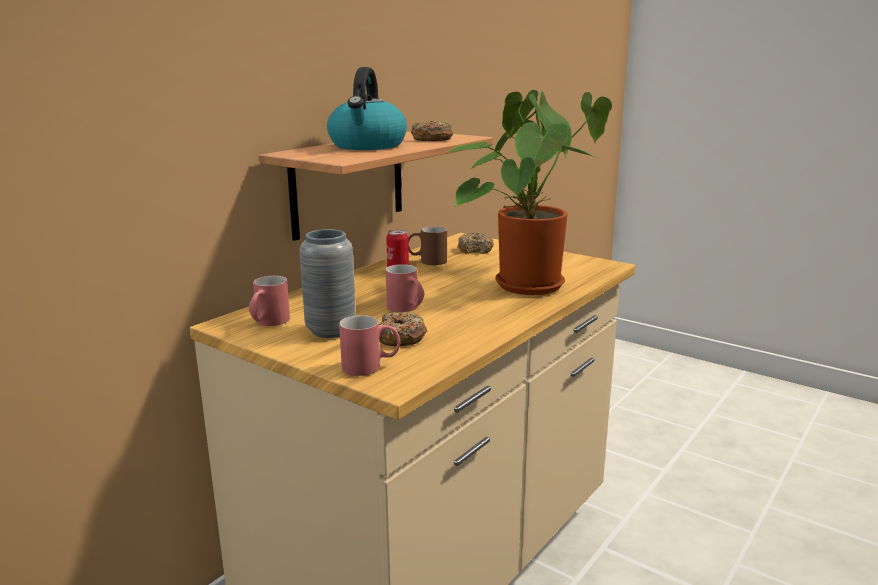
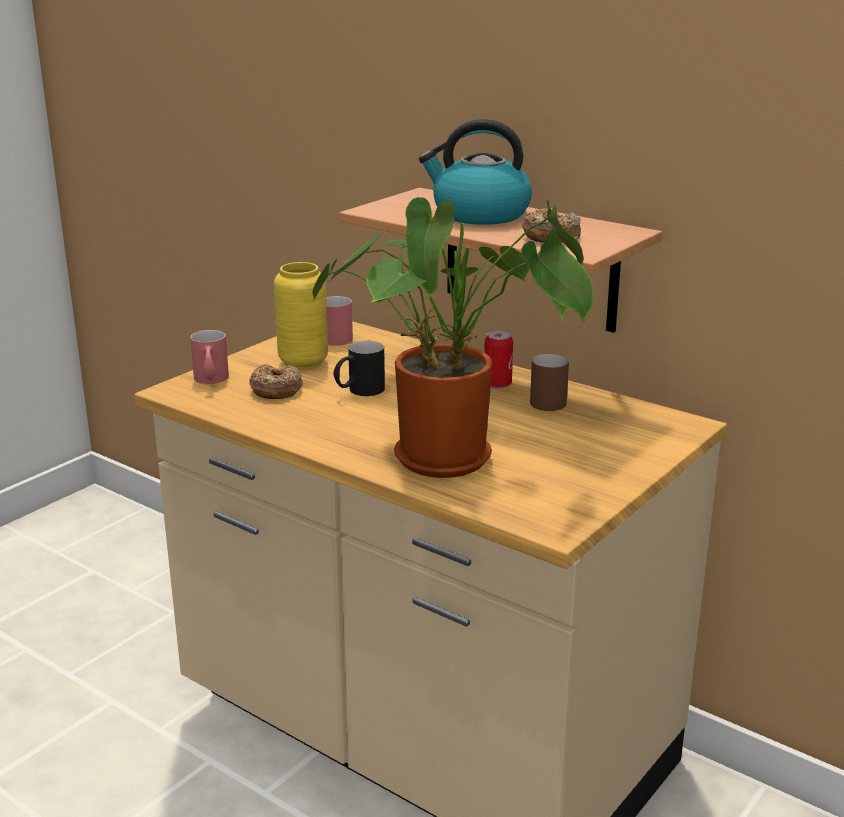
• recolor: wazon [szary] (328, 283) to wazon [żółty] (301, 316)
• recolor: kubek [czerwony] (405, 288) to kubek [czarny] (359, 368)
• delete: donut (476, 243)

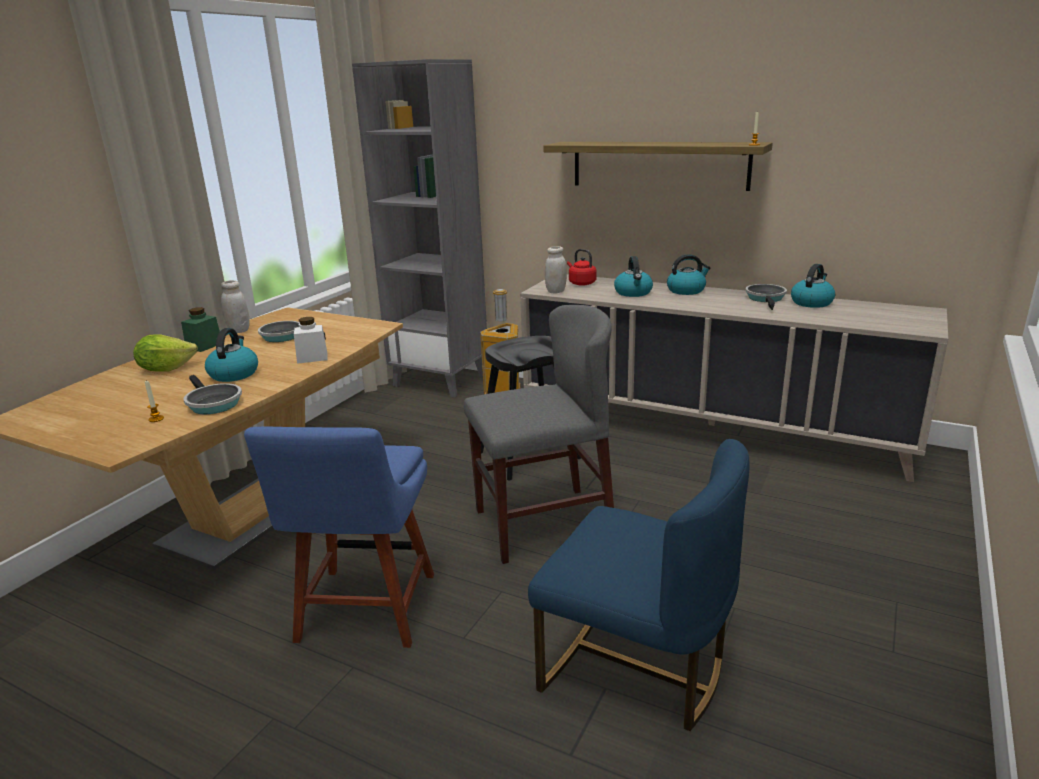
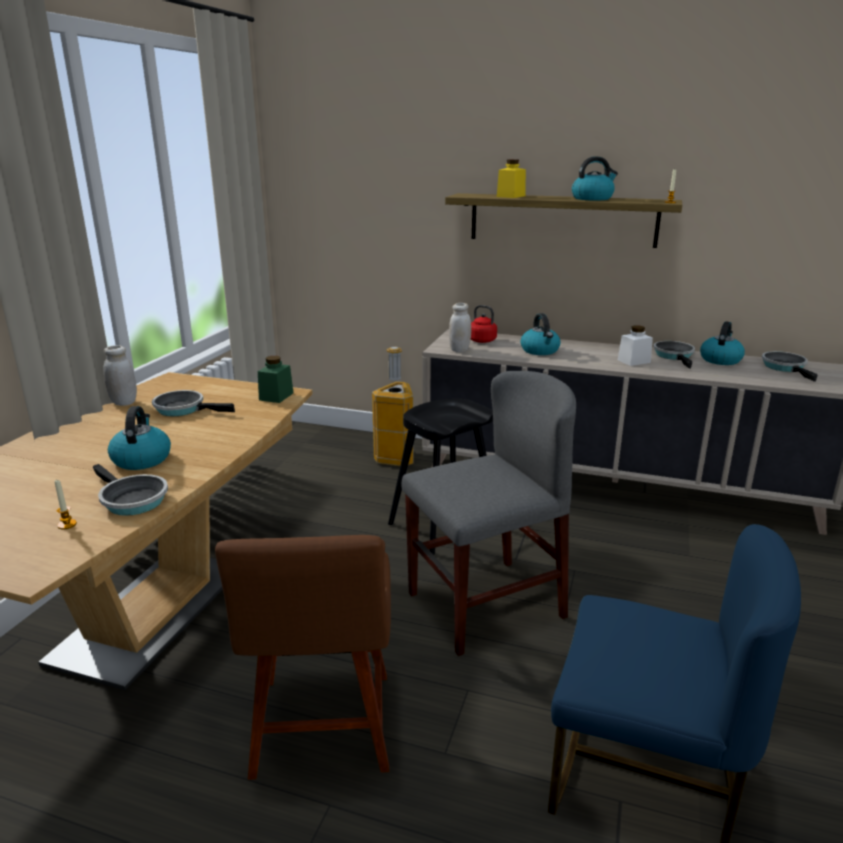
• delete: sałata (165, 353)
• move: słoik [zielony] (200, 329) to (276, 379)
• recolor: krzesło [niebieski] (339, 537) to krzesło [brązowy] (303, 657)
• move: słoik [biały] (310, 340) to (635, 345)
• delete: regał [szary] (419, 228)
• move: czajnik (688, 274) to (595, 178)
• insert: słoik [żółty] (511, 178)
• insert: patelnia (790, 366)

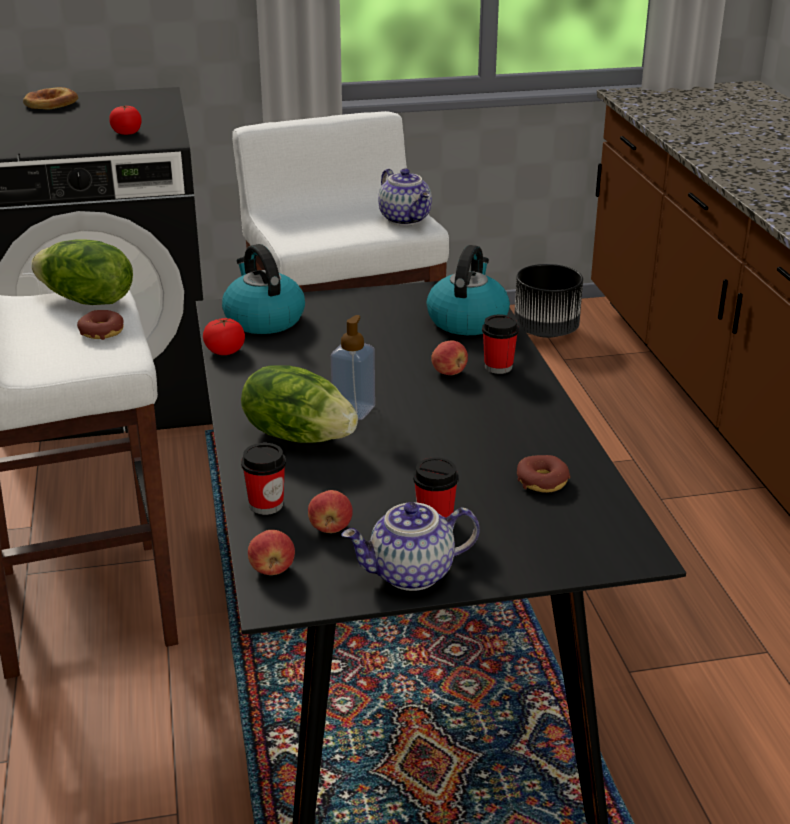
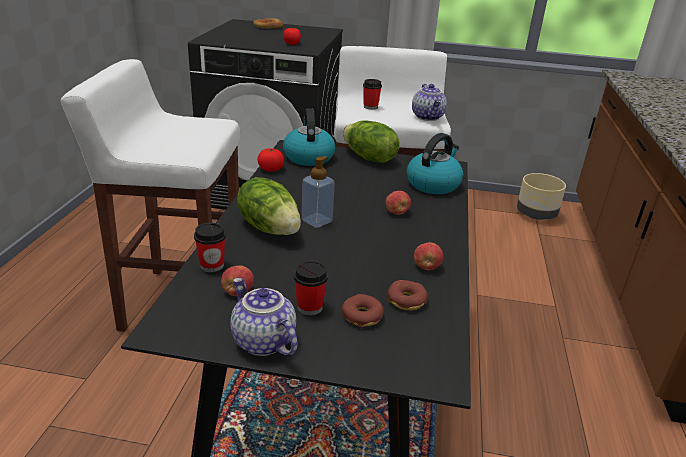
• move: sałata (82, 272) to (371, 141)
• move: donut (100, 325) to (362, 311)
• move: jabłko (271, 552) to (429, 256)
• rotate: imbryk (410, 546) = (263, 317) 45 degrees clockwise
• move: filiżanka (500, 344) to (372, 94)
• recolor: donica [czarny] (548, 301) to donica [beżowy] (541, 196)

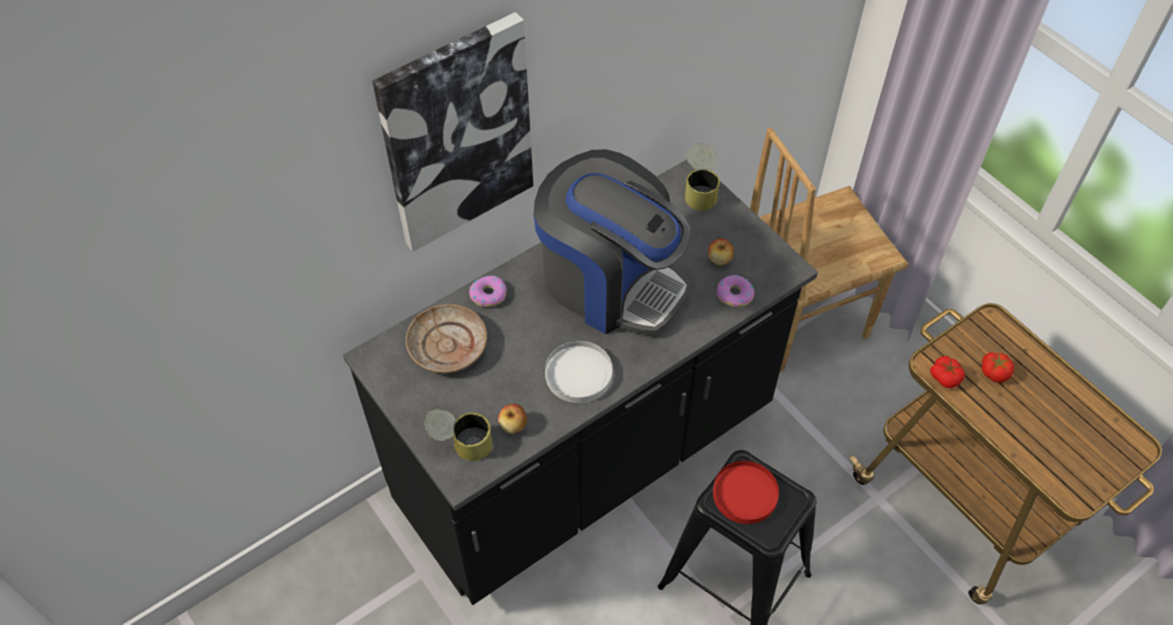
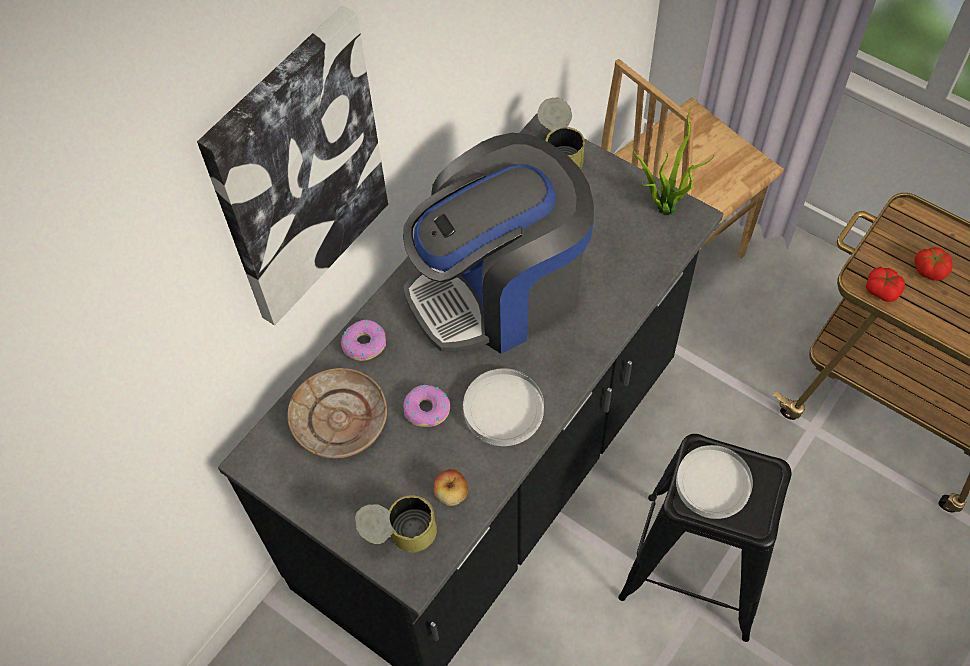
• rotate: ekspres do kawy (612, 242) = (498, 243) 135 degrees clockwise
• delete: jabłko (721, 251)
• recolor: talerz [czerwony] (746, 492) to talerz [biały] (714, 482)
• move: donut (735, 291) to (427, 406)
• insert: roślina doniczkowa (673, 155)

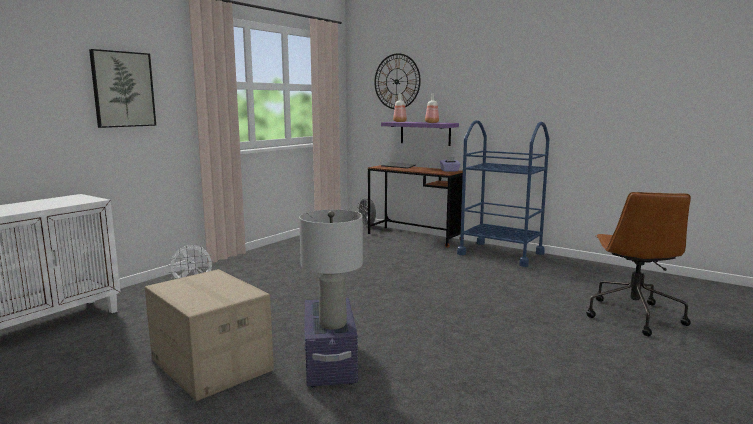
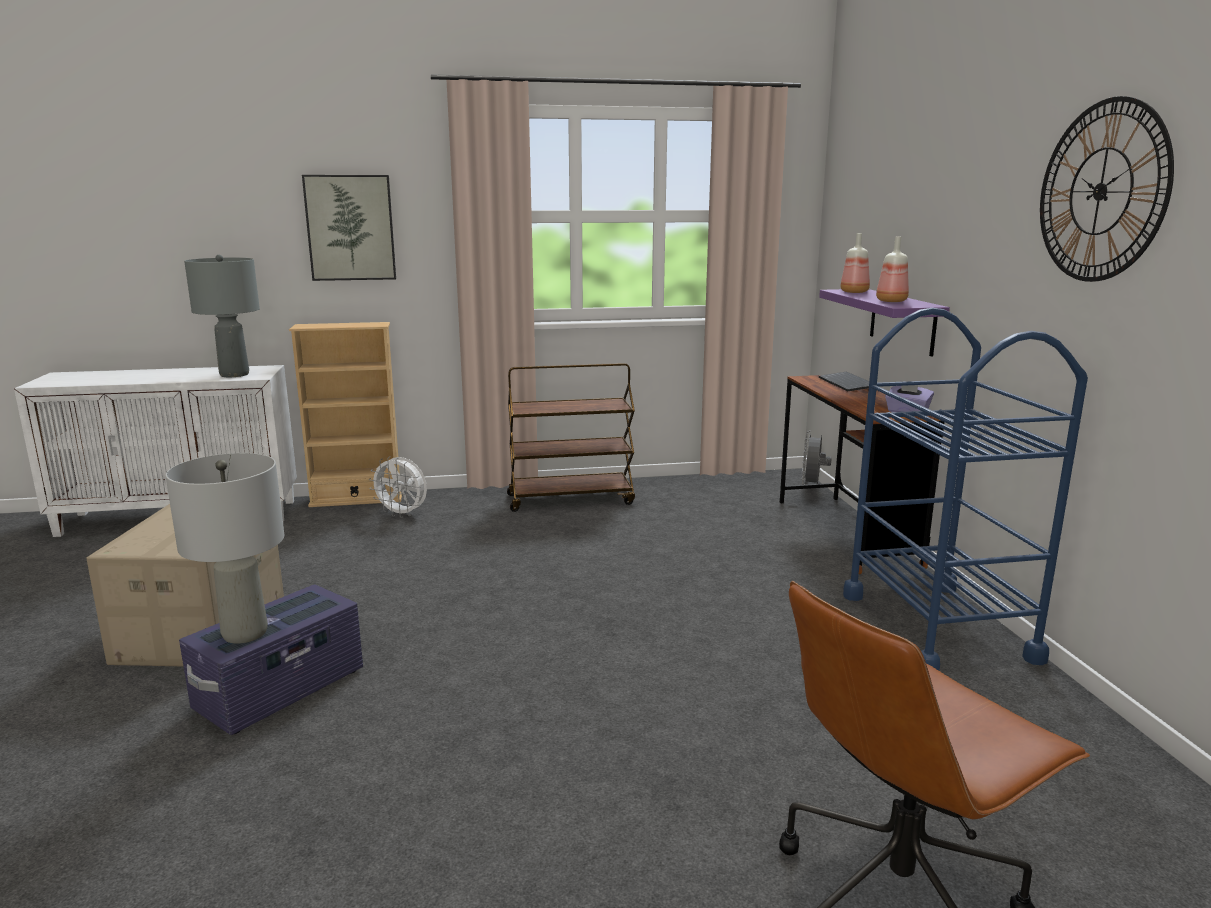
• move: zegar ścienny (397, 81) to (1107, 189)
• insert: lampa stołowa [szary] (222, 316)
• insert: regał [beżowy] (345, 414)
• insert: wózek [brązowy] (571, 437)

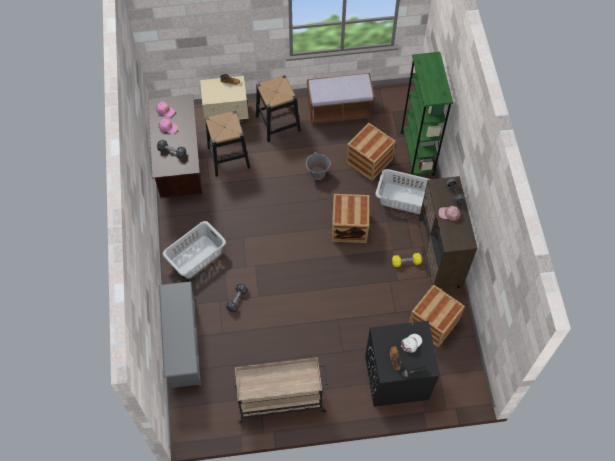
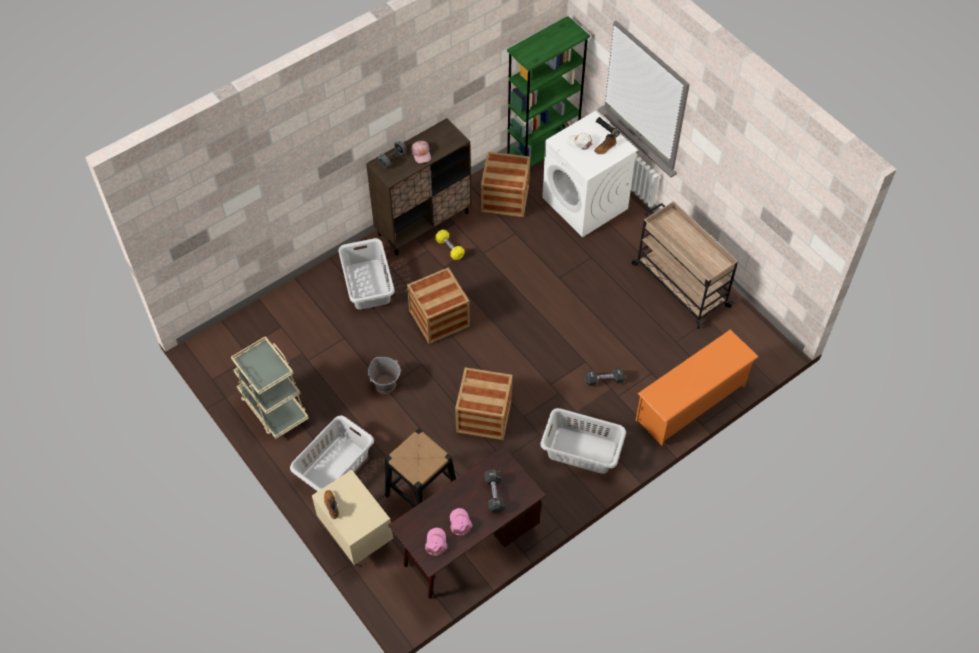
• recolor: regał na buty [szary] (180, 334) to regał na buty [pomarańczowy] (696, 387)
• replace: stołek [czarny] (278, 108) to kosz na pranie [szary] (332, 453)
• replace: ławka [brązowy] (341, 98) to wózek [beżowy] (270, 387)
• move: skrzynka (371, 152) to (484, 403)
• recolor: pralka [czarny] (402, 364) to pralka [biały] (590, 174)
• move: regał [zielony] (426, 114) to (548, 91)

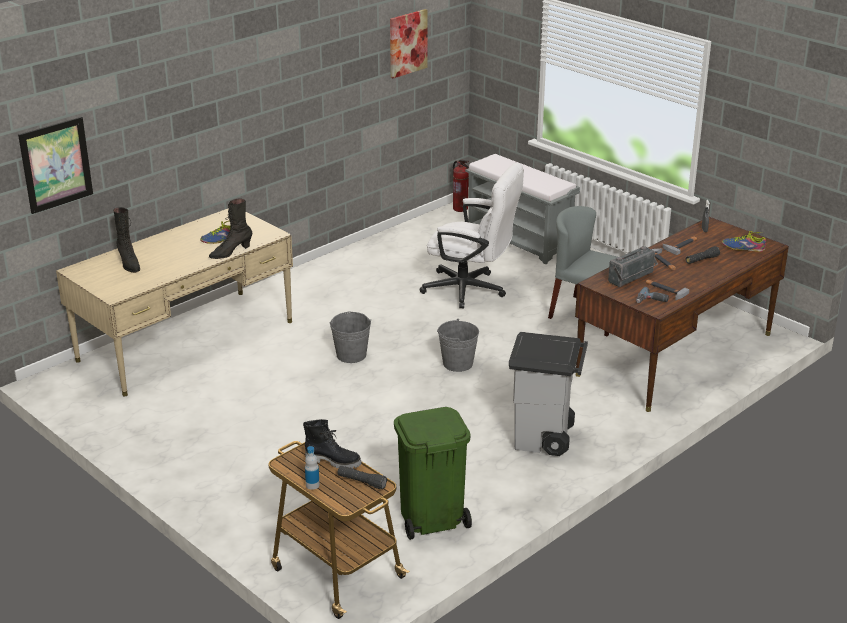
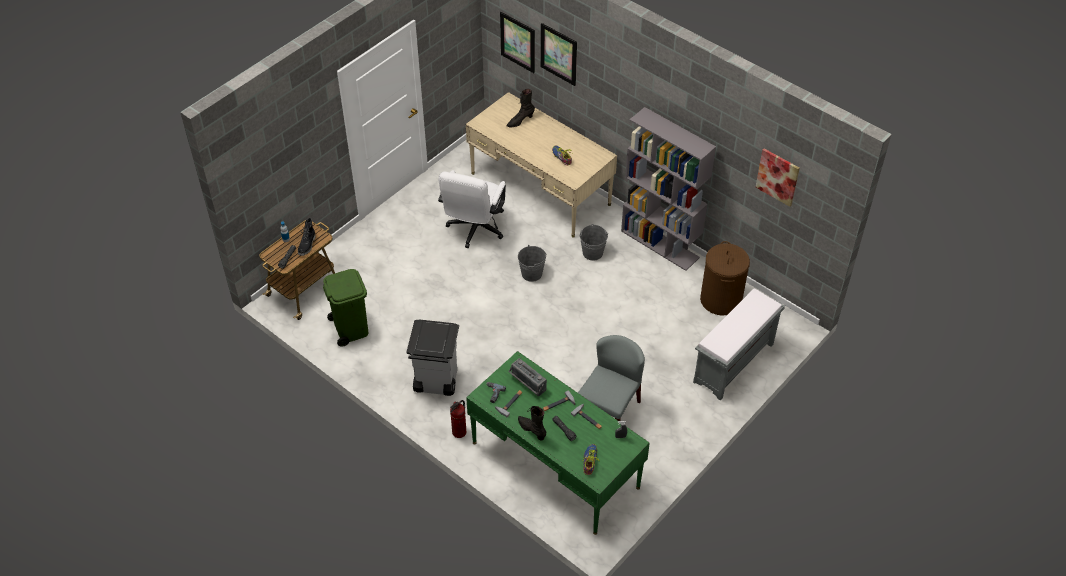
• move: but z cholewką [czarny] (230, 228) to (532, 423)
• move: krzesło biurowe [biały] (471, 236) to (472, 209)
• move: wiadro [szary] (458, 345) to (593, 242)
• move: gaśnica (461, 185) to (458, 419)
• recolor: biurko [brązowy] (682, 314) to biurko [zielony] (558, 443)
• insert: obraz (559, 54)
• insert: regał [szary] (668, 189)
• insert: kosz na pranie [brązowy] (725, 278)

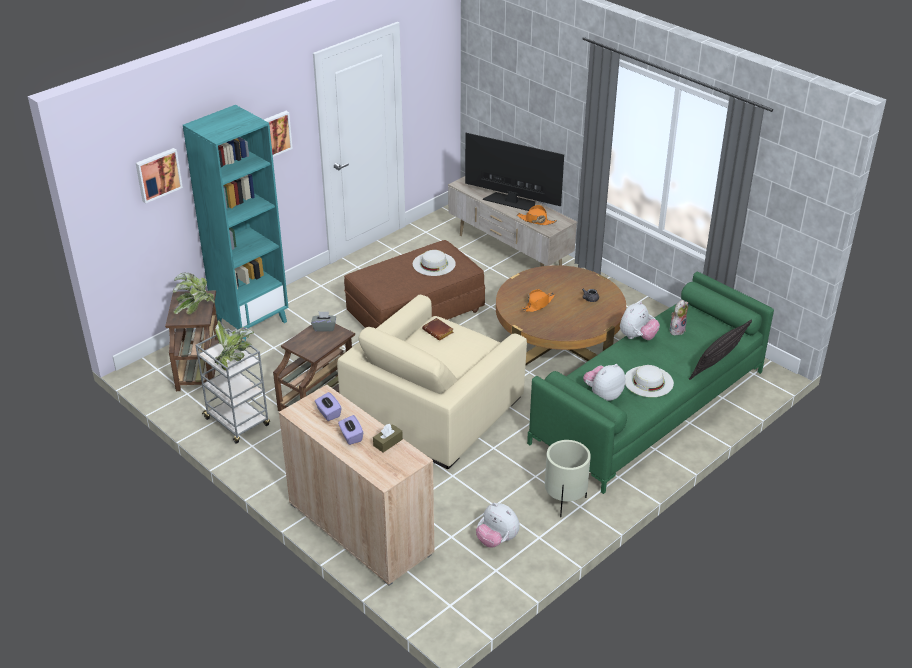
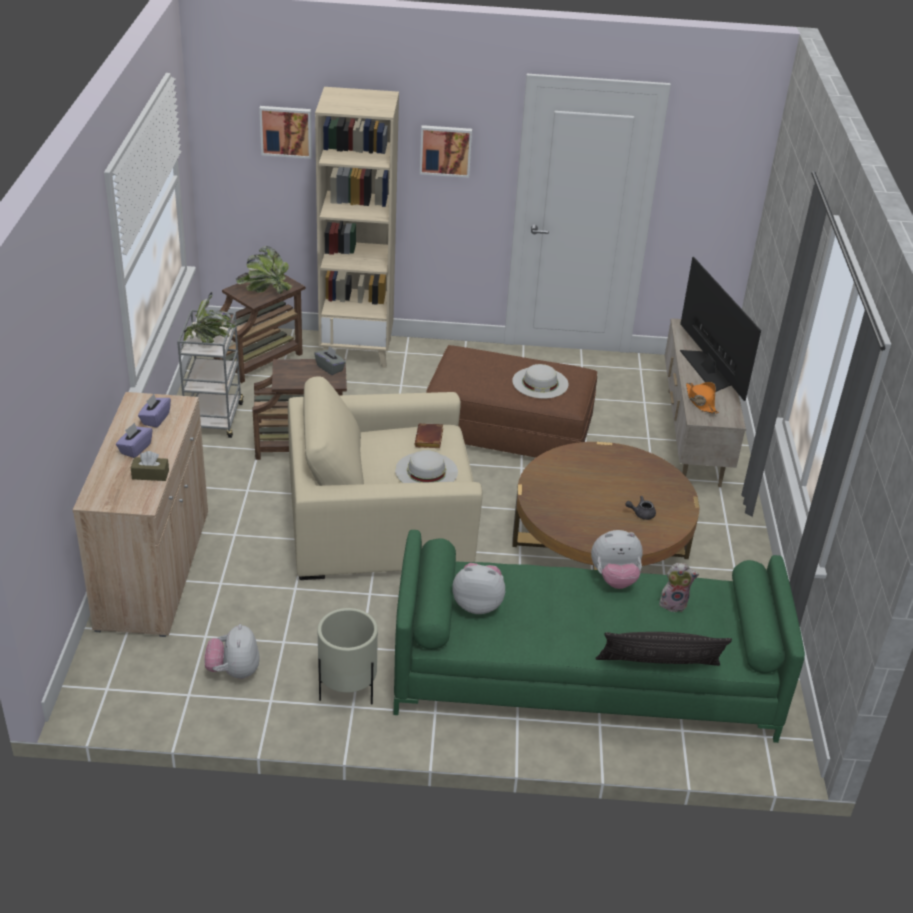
• recolor: regał [turkusowy] (235, 223) to regał [beżowy] (357, 227)
• delete: kapelusz [pomarańczowy] (538, 300)
• move: kapelusz [biały] (649, 381) to (426, 466)

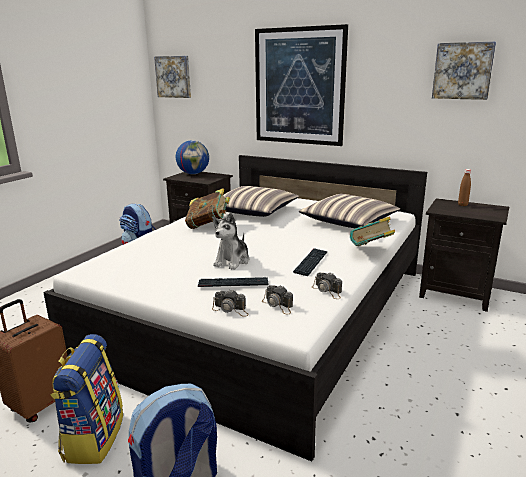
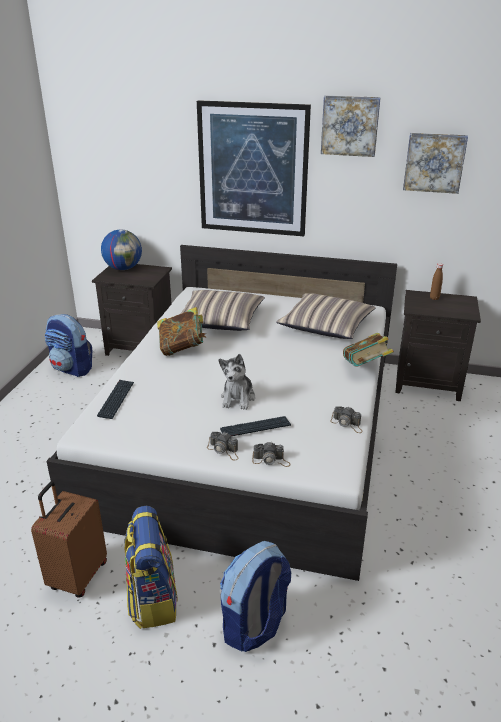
• move: obraz (172, 77) to (351, 126)
• move: aparat fotograficzny (277, 300) to (222, 446)
• move: klawiatura (310, 262) to (115, 399)

